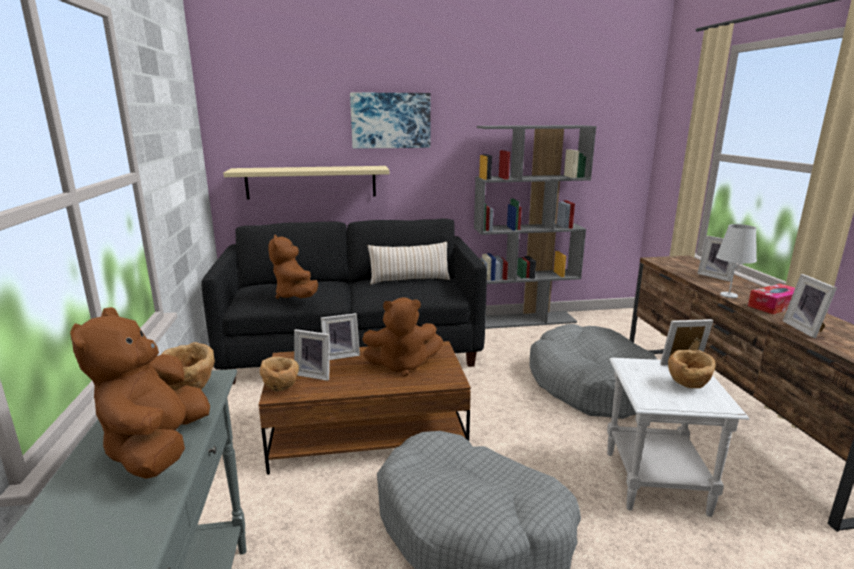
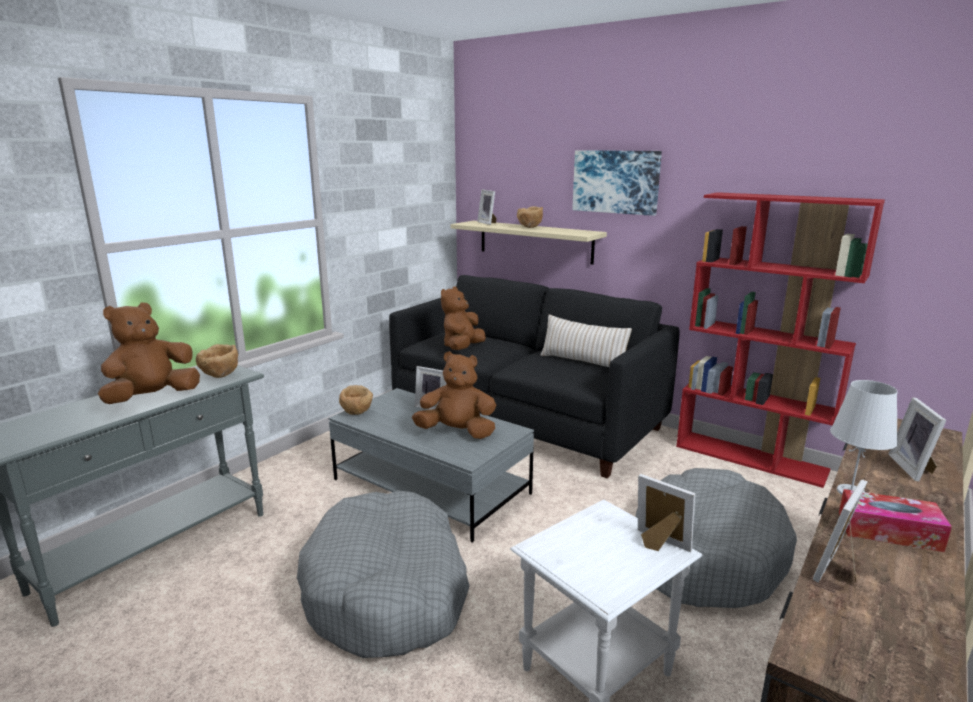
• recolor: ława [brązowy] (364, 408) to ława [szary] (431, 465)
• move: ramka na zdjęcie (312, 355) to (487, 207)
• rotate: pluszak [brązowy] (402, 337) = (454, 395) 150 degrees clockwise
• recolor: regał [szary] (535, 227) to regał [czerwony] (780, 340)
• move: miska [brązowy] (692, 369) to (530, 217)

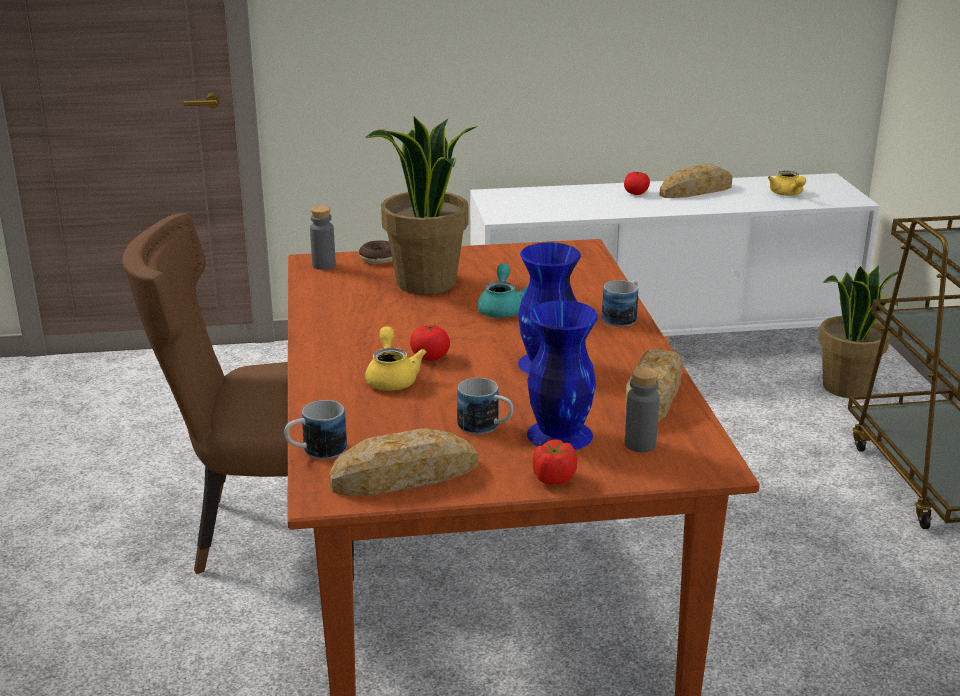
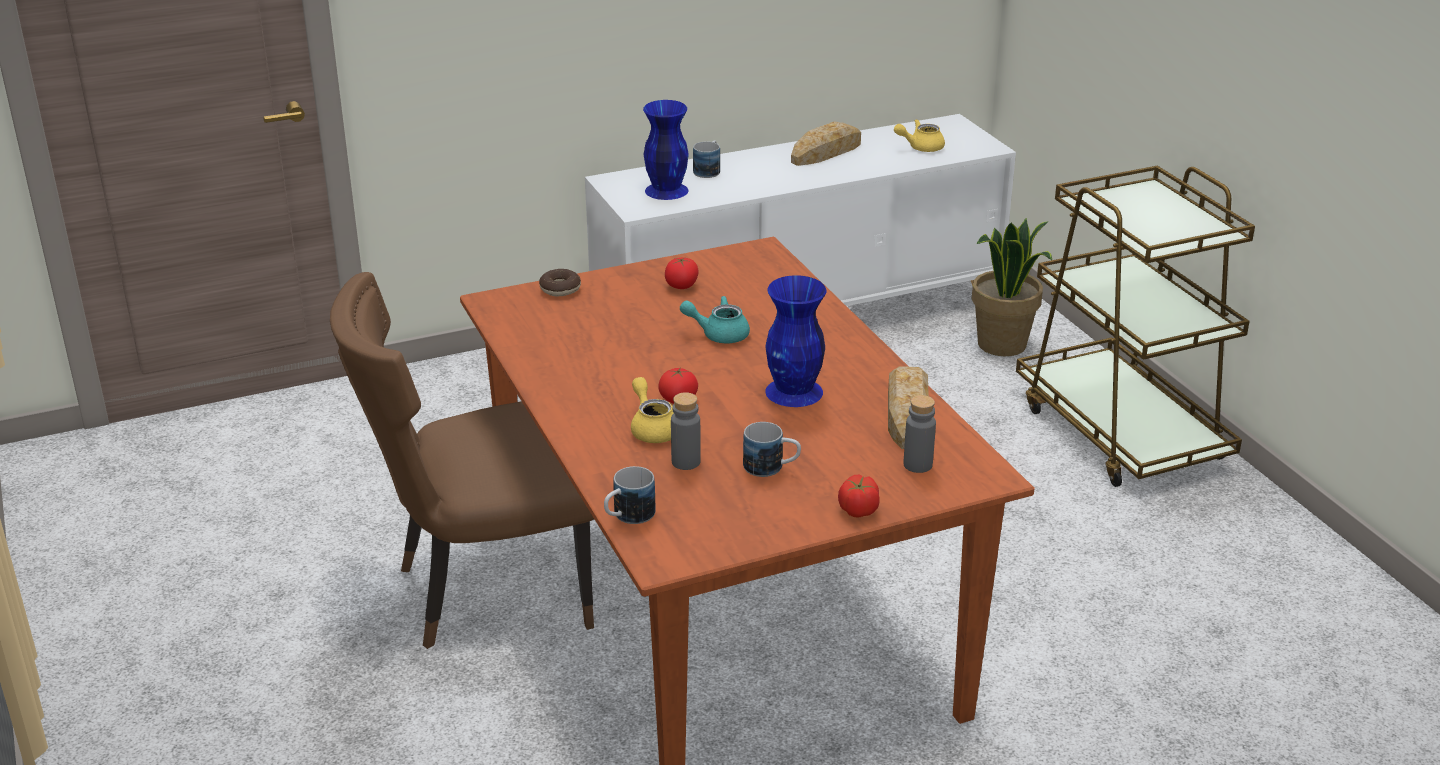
• move: butelka [szary] (323, 238) to (686, 431)
• delete: chleb (403, 462)
• delete: roślina doniczkowa (421, 206)
• rotate: imbryk [turkusowy] (502, 290) = (715, 319) 75 degrees counterclockwise
• move: wazon [niebieski] (562, 375) to (666, 150)
• move: kubek (620, 303) to (706, 159)
• move: pomidor (637, 183) to (682, 273)
• rotate: imbryk [żółty] (787, 183) = (919, 135) 105 degrees clockwise

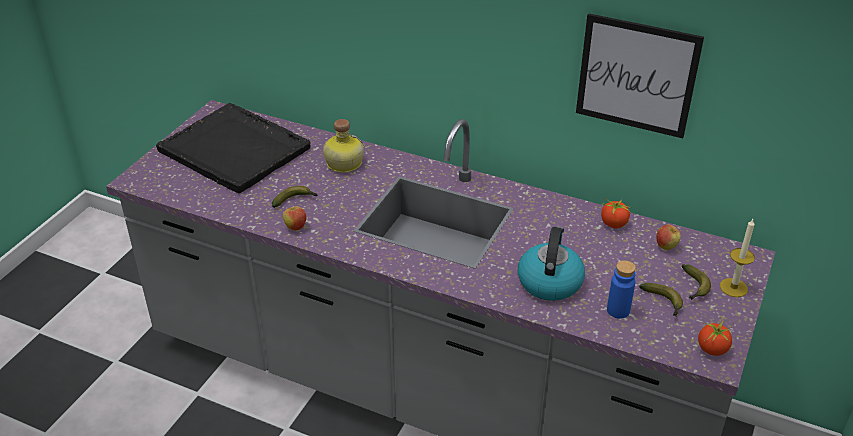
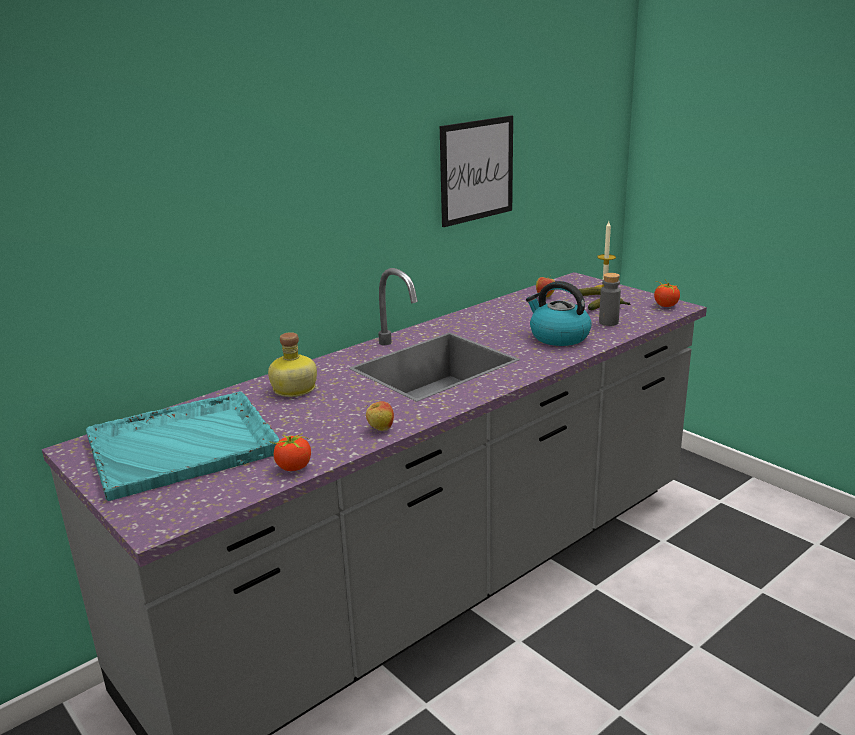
• recolor: taca [czarny] (233, 148) to taca [turkusowy] (183, 446)
• delete: banan (295, 197)
• move: pomidor (616, 213) to (290, 451)
• recolor: butelka [niebieski] (621, 289) to butelka [szary] (610, 299)

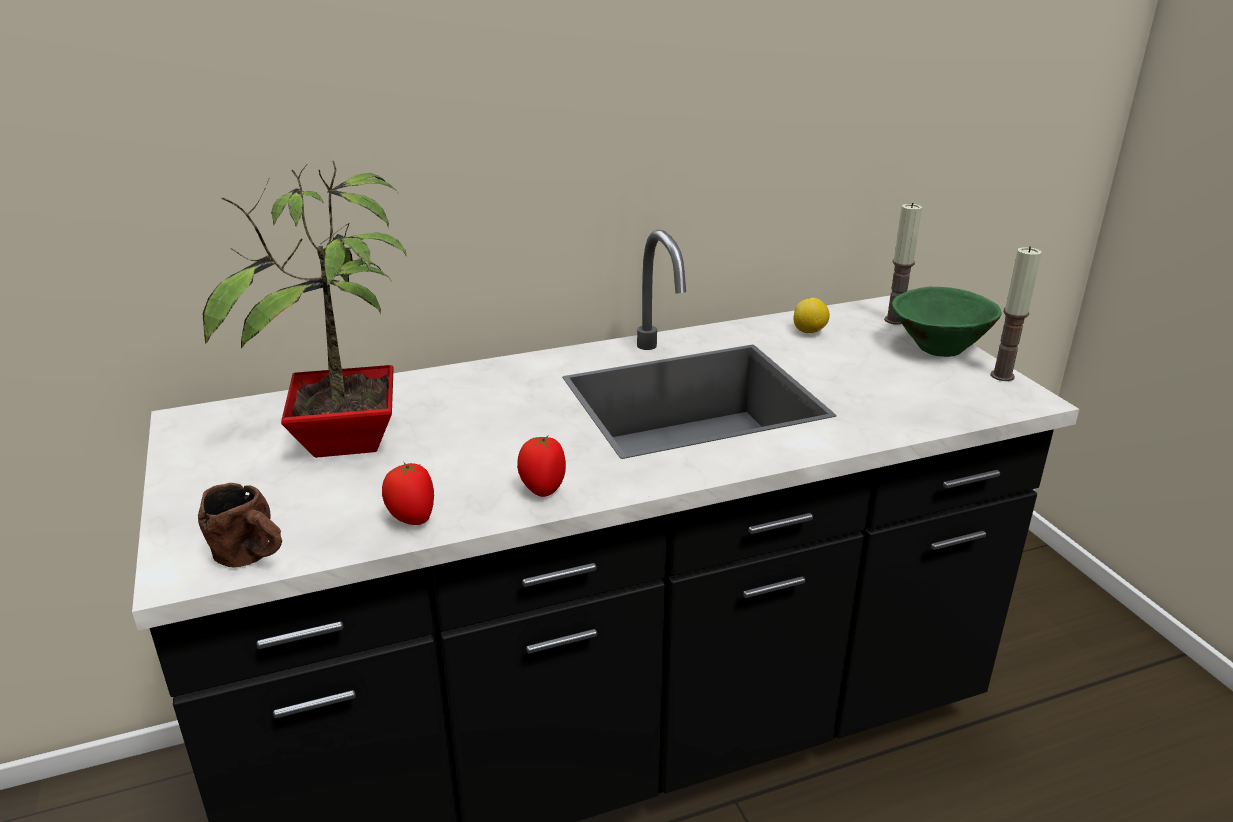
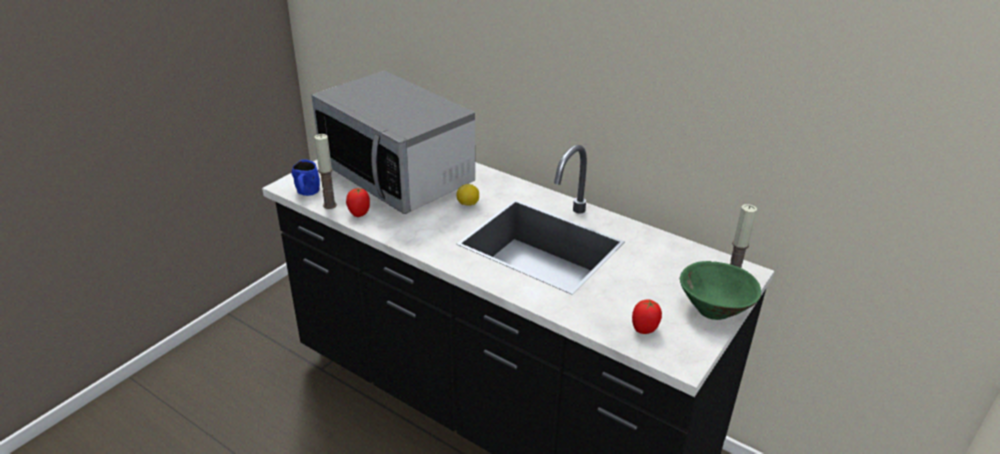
• recolor: kubek [brązowy] (240, 525) to kubek [niebieski] (305, 177)
• replace: roślina doniczkowa (304, 309) to mikrofalówka (393, 142)
• move: pomidor (541, 466) to (647, 317)
• move: cytryna (812, 315) to (468, 195)
• move: świeca (1016, 313) to (325, 171)

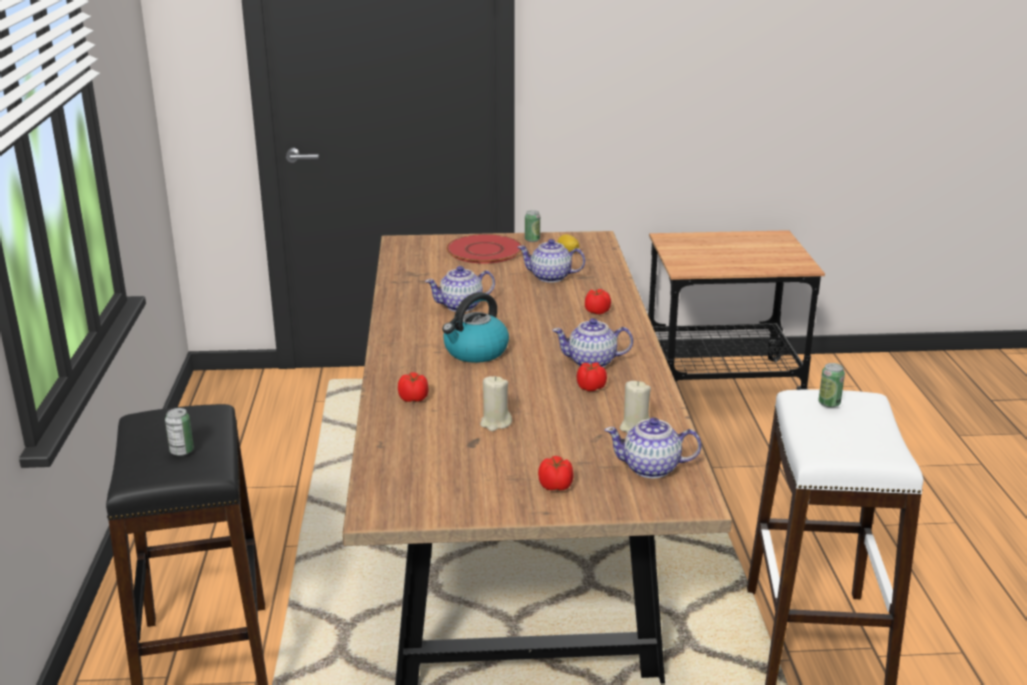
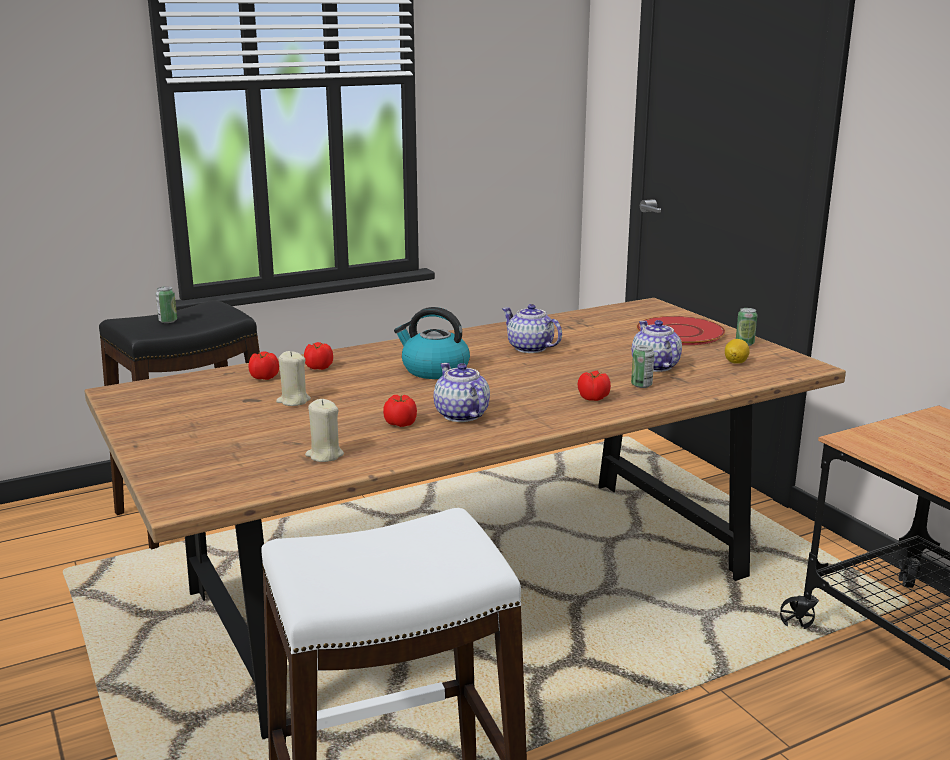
• move: pomidor (556, 473) to (264, 365)
• delete: imbryk (653, 448)
• move: puszka (831, 385) to (642, 366)

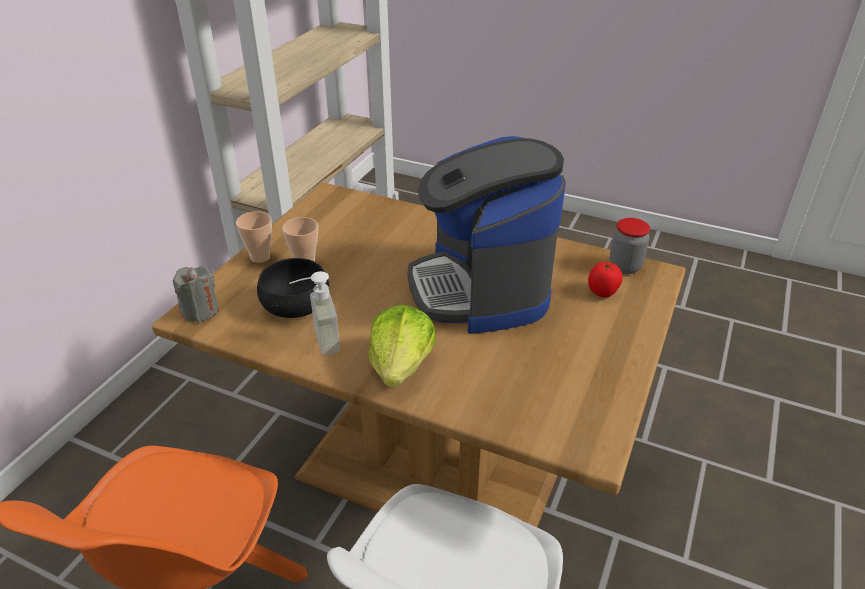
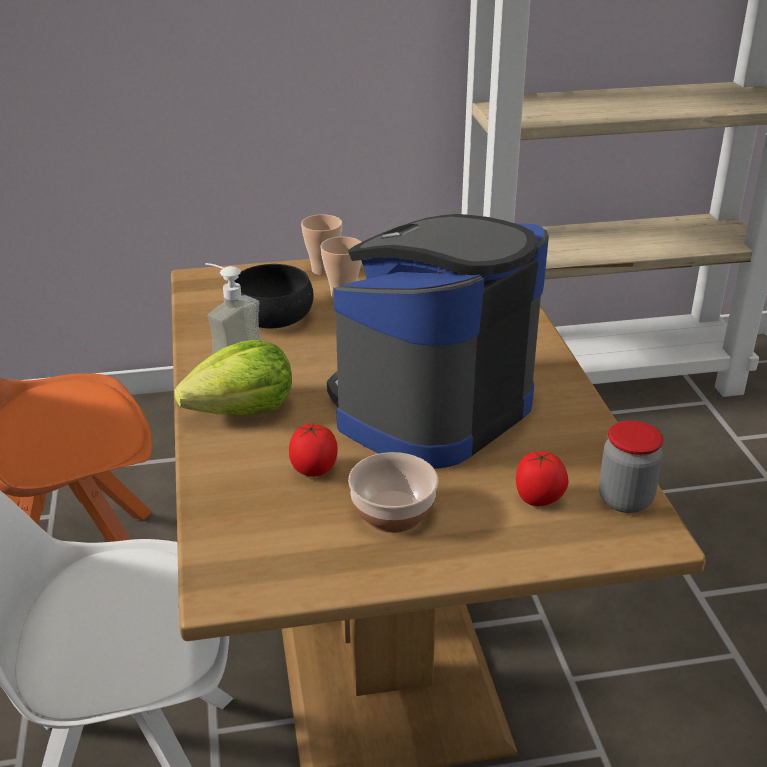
• delete: świeca [szary] (195, 294)
• insert: pomidor (313, 450)
• insert: miska (393, 492)

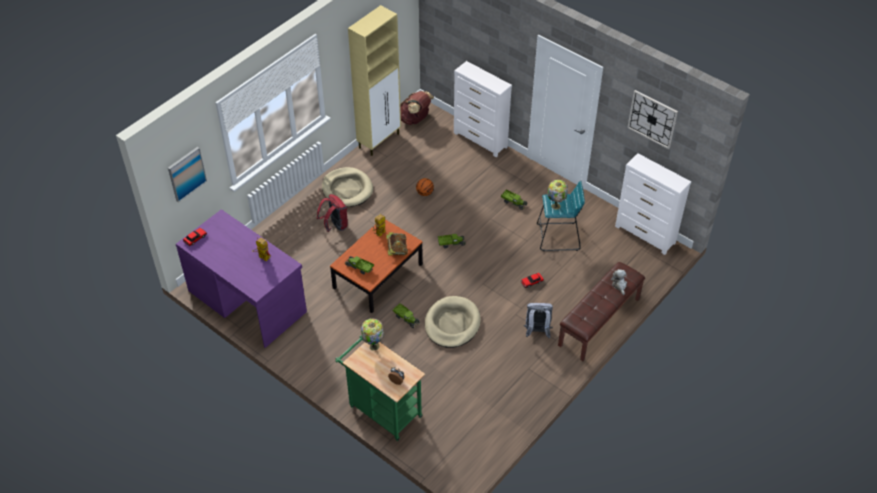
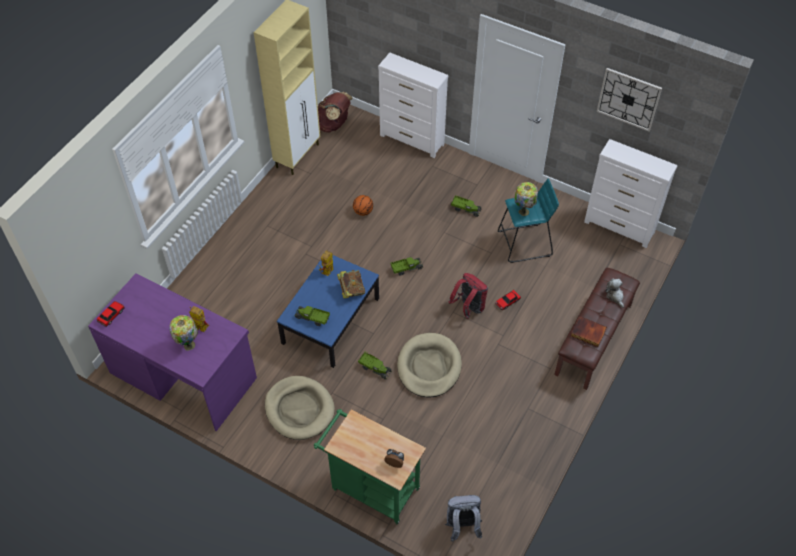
• delete: obraz (187, 175)
• move: plecak [czerwony] (332, 213) to (468, 296)
• move: legowisko [beżowy] (347, 187) to (300, 408)
• recolor: ława [brązowy] (376, 266) to ława [niebieski] (328, 311)
• move: lampa stołowa (372, 335) to (183, 333)
• move: plecak [szary] (538, 320) to (463, 518)
• insert: książka (589, 331)

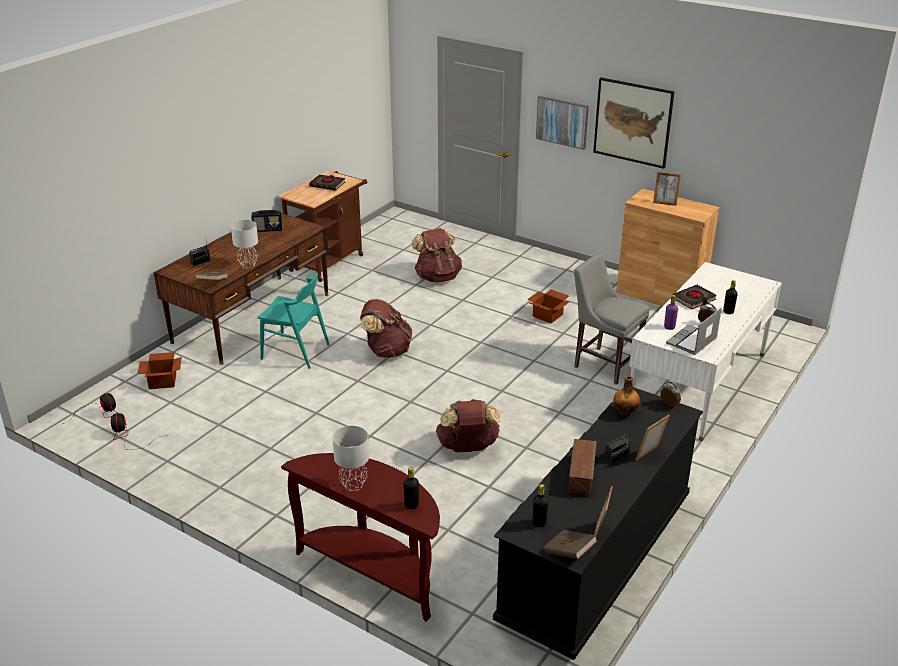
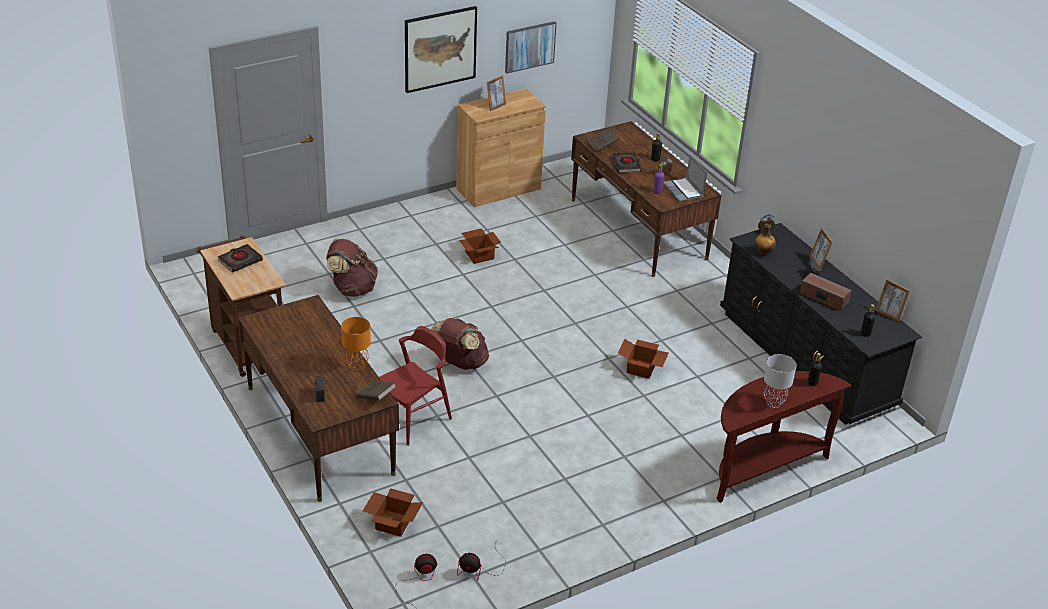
• recolor: lampa stołowa [szary] (244, 244) to lampa stołowa [pomarańczowy] (356, 343)
• delete: radio (266, 221)
• recolor: krzesło [turkusowy] (293, 321) to krzesło [czerwony] (415, 386)
• replace: plecak [brązowy] (468, 425) to karton (643, 359)
• move: obraz (562, 123) to (531, 47)
• move: książka [brązowy] (570, 544) to (603, 140)
• delete: krzesło [szary] (612, 319)
• recolor: biurko [biały] (705, 351) to biurko [brązowy] (646, 199)

